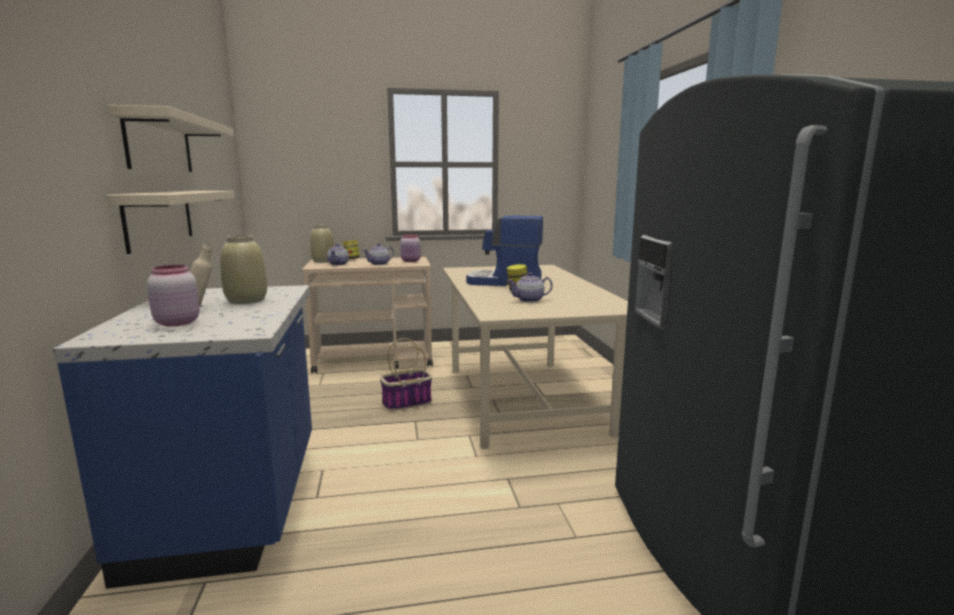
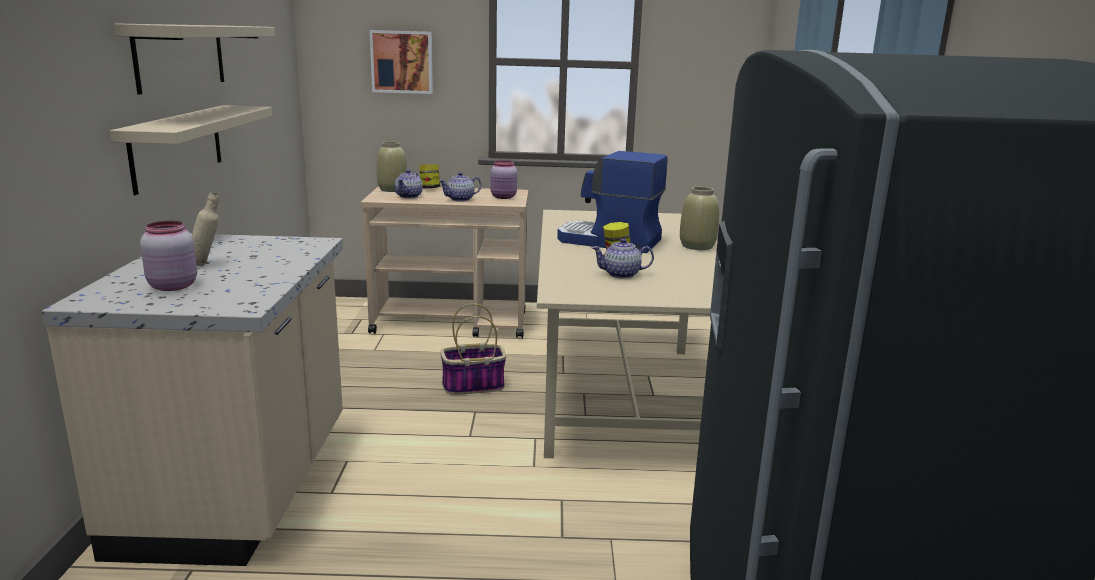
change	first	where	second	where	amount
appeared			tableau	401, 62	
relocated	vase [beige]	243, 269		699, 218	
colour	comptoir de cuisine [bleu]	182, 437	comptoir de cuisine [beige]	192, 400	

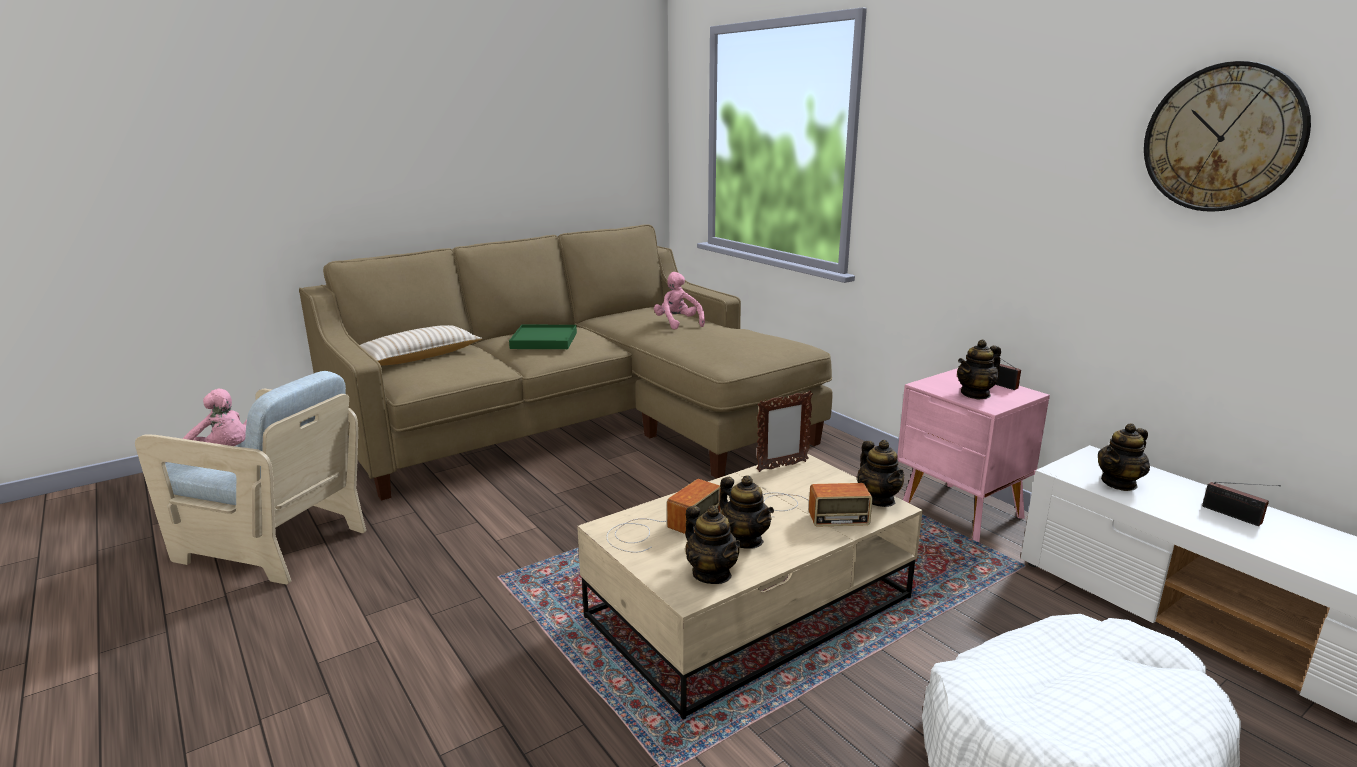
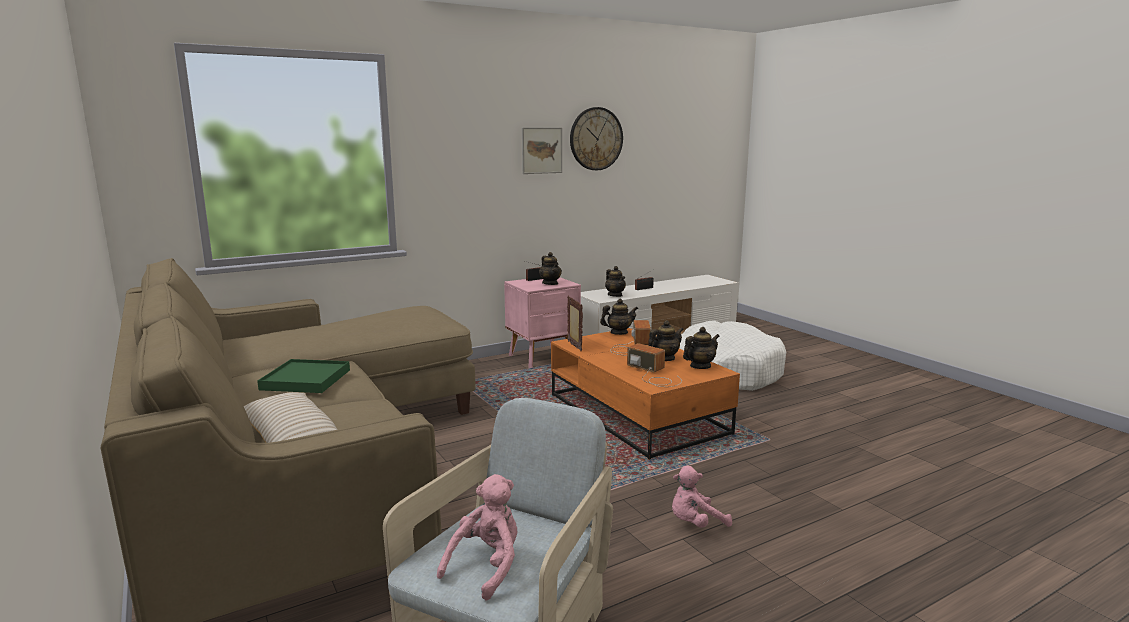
change	first	where	second	where	amount
appeared			tableau	542, 151	
relocated	peluche [rose]	679, 301		702, 497	
colour	table basse [beige]	750, 587	table basse [orange]	645, 394	

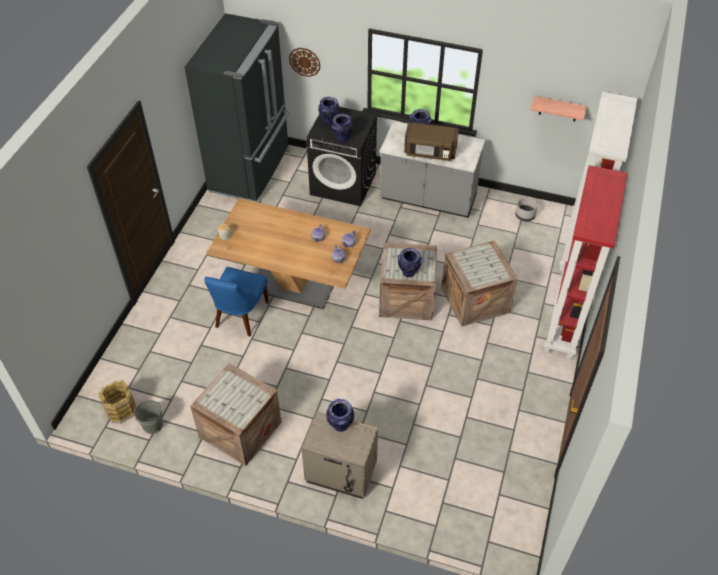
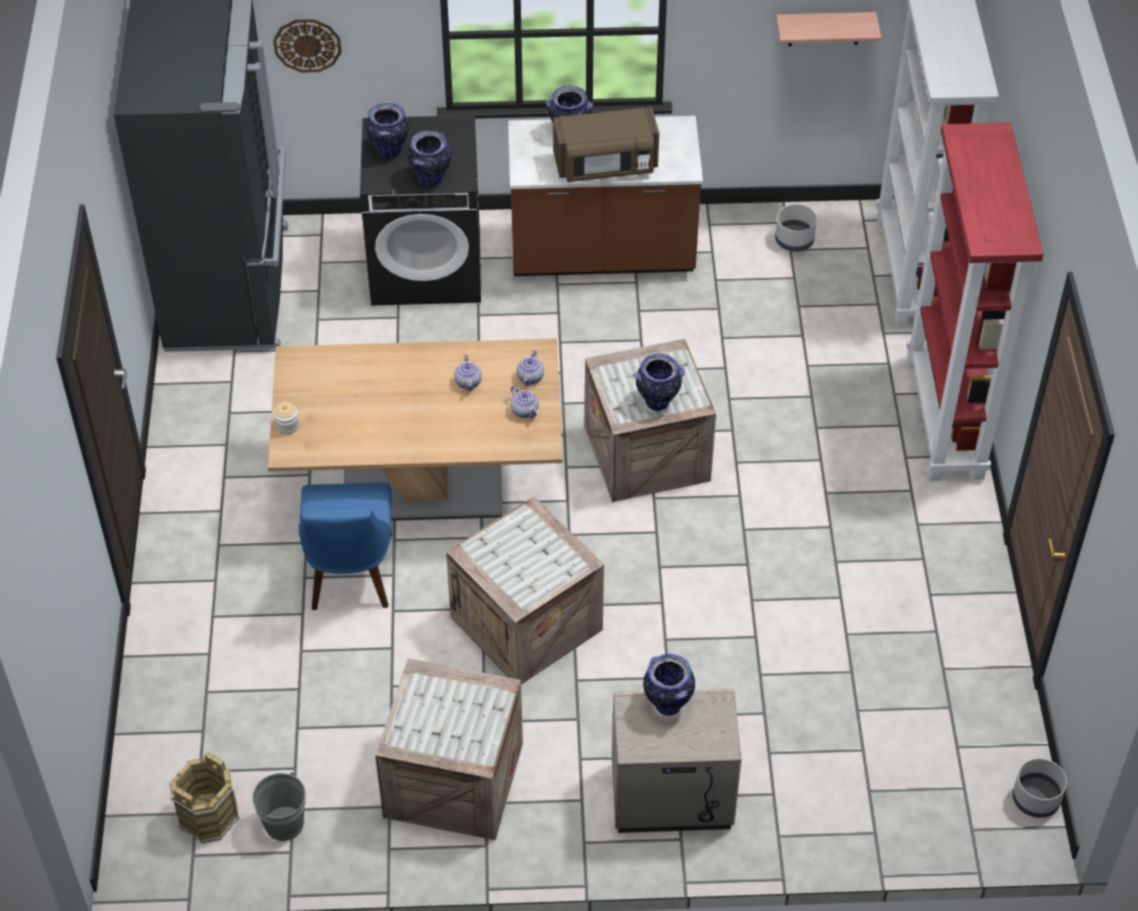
change	first	where	second	where	amount
appeared			cache-pot [gris]	1040, 788	
relocated	caisse	479, 283		525, 591	
colour	comptoir de cuisine [gris]	432, 169	comptoir de cuisine [marron]	605, 196	

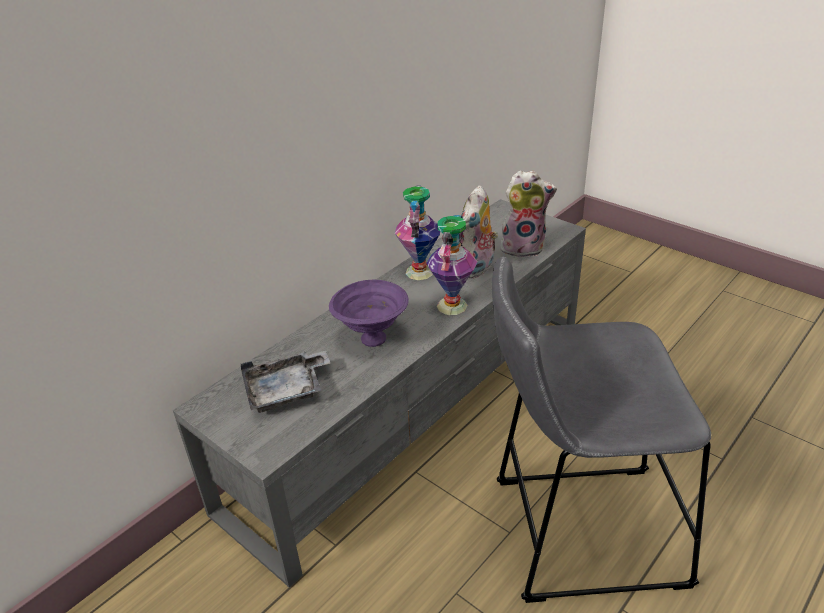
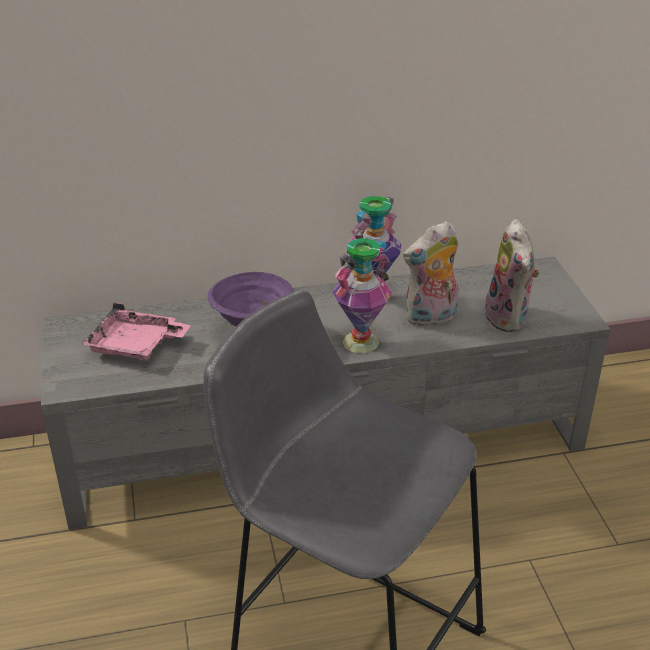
change	first	where	second	where	amount
colour	plateau [gris]	285, 382	plateau [rose]	136, 331	
spun	peluche	529, 214		512, 275	45 degrees clockwise

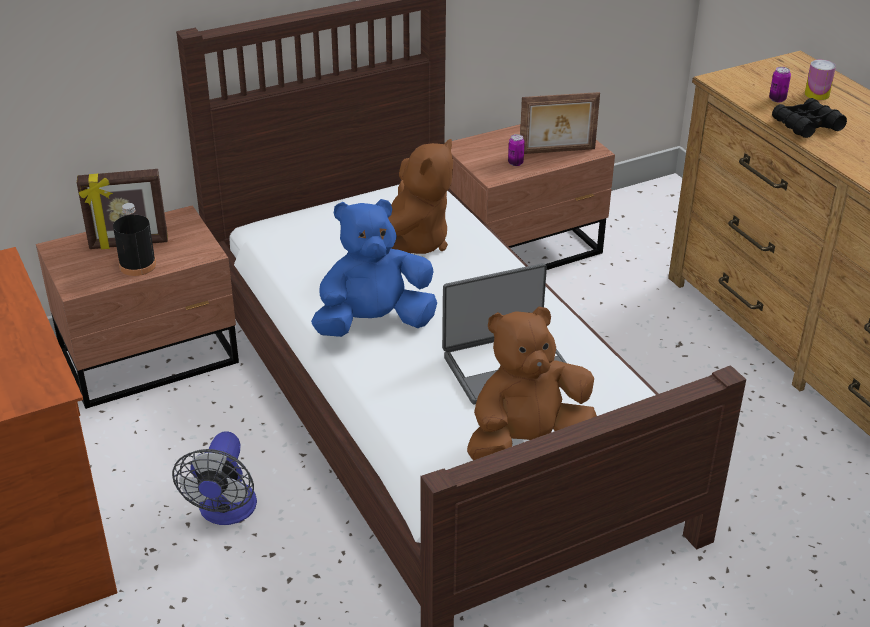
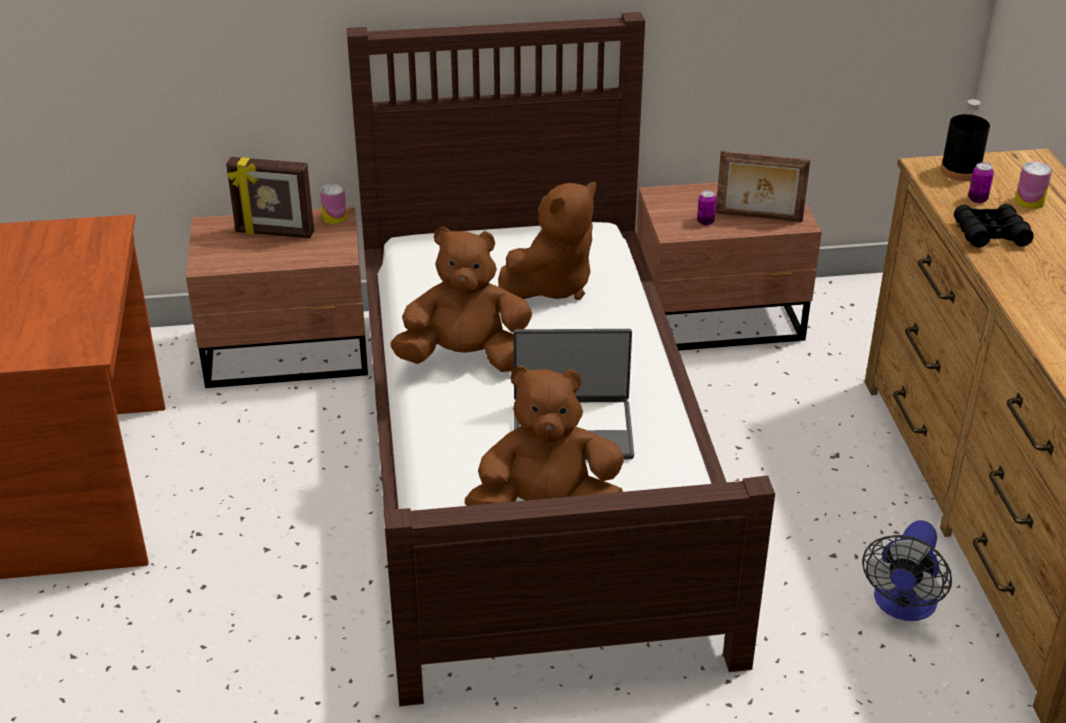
change	first	where	second	where	amount
appeared			boîte métallique	333, 203	
relocated	bouteille [noir]	134, 239		965, 140	
relocated	ventilateur	214, 478		907, 570	
colour	peluche [bleu]	374, 268	peluche [marron]	461, 299	

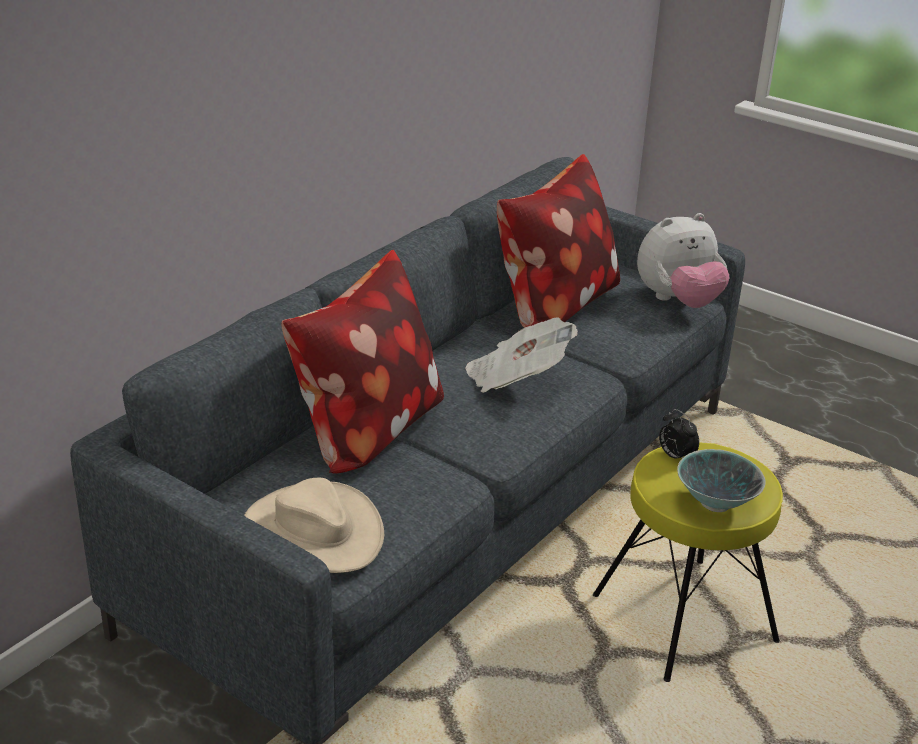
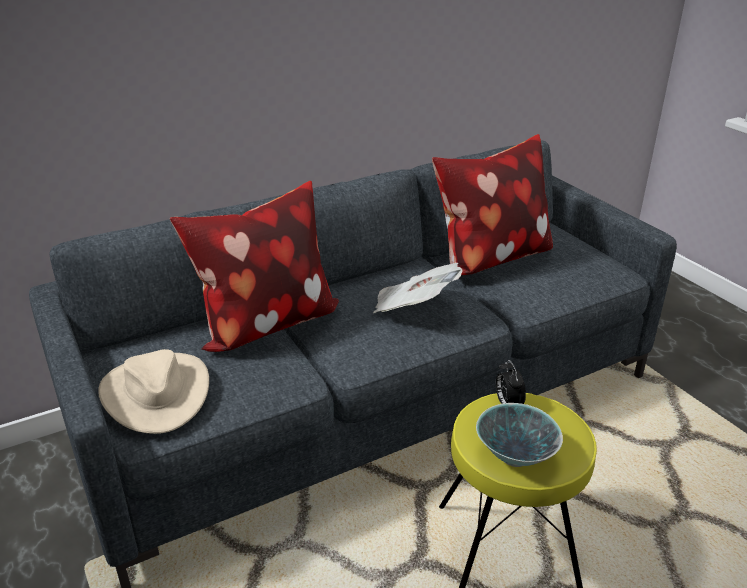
change	first	where	second	where	amount
missing	peluche	683, 260			

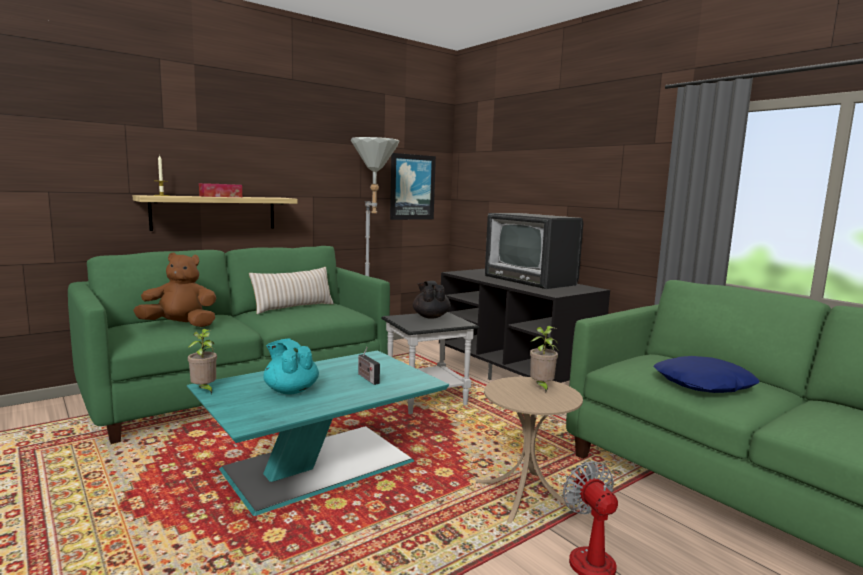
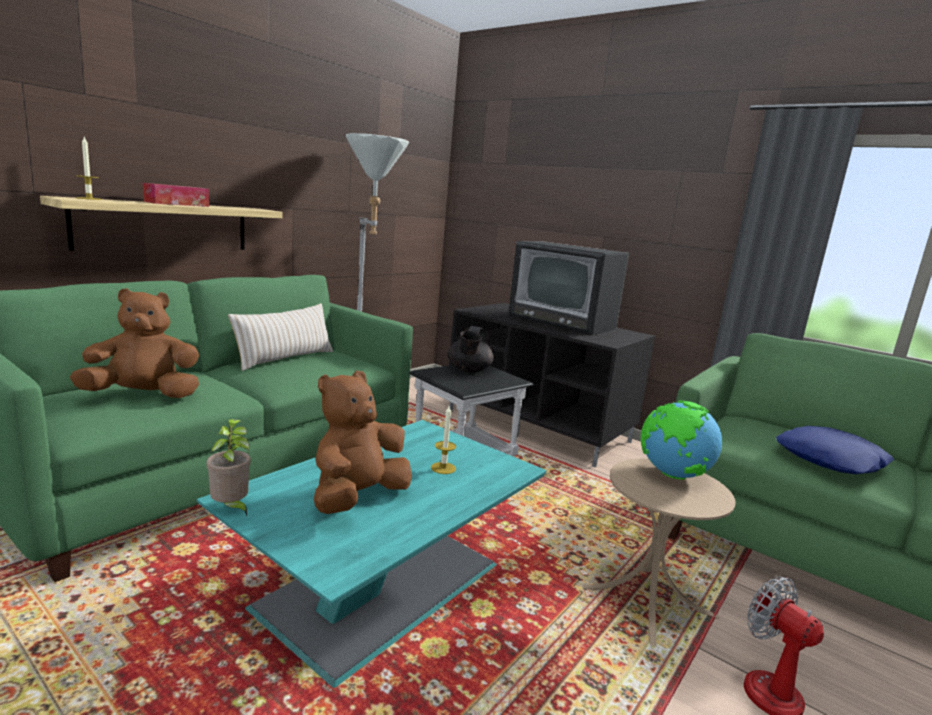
change	first	where	second	where	amount
missing	tableau	413, 186			
exchanged	théière [turquoise]	291, 367	peluche [marron]	363, 442	
exchanged	radio	369, 366	bougie	443, 440	
exchanged	plante en pot	544, 360	globe	681, 440	
spun	théière [noir]	432, 300		470, 349	135 degrees counterclockwise

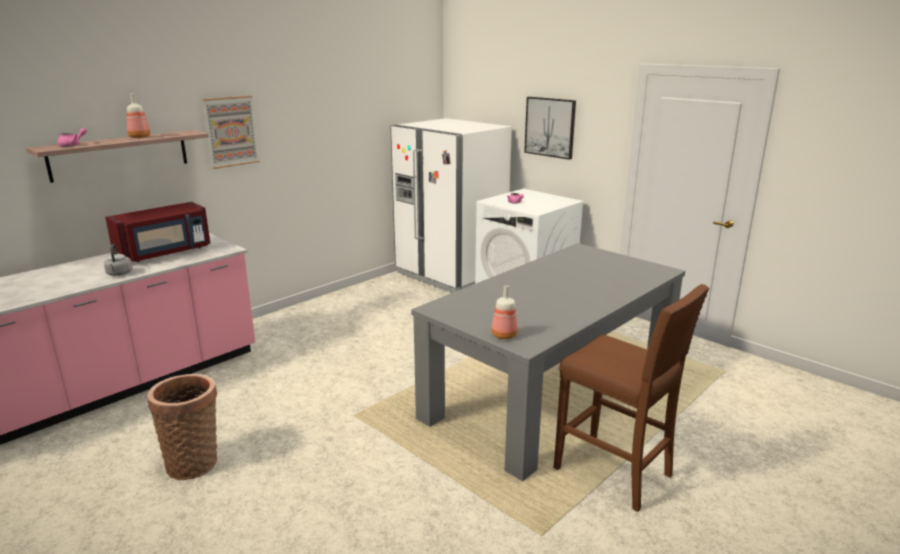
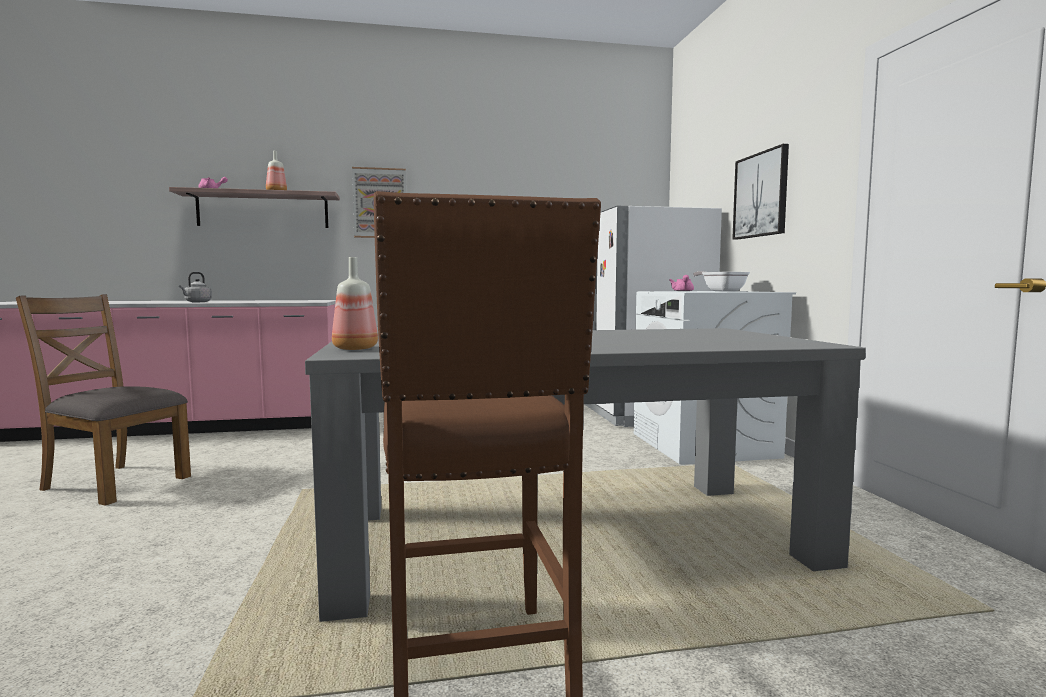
change	first	where	second	where	amount
missing	micro-ondes [rouge]	158, 232			
appeared			poêle	721, 281	
exchanged	panier	182, 427	chaise [marron]	103, 400	

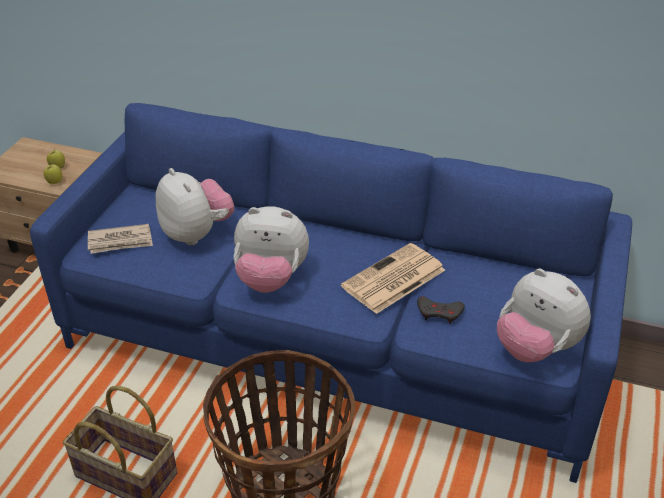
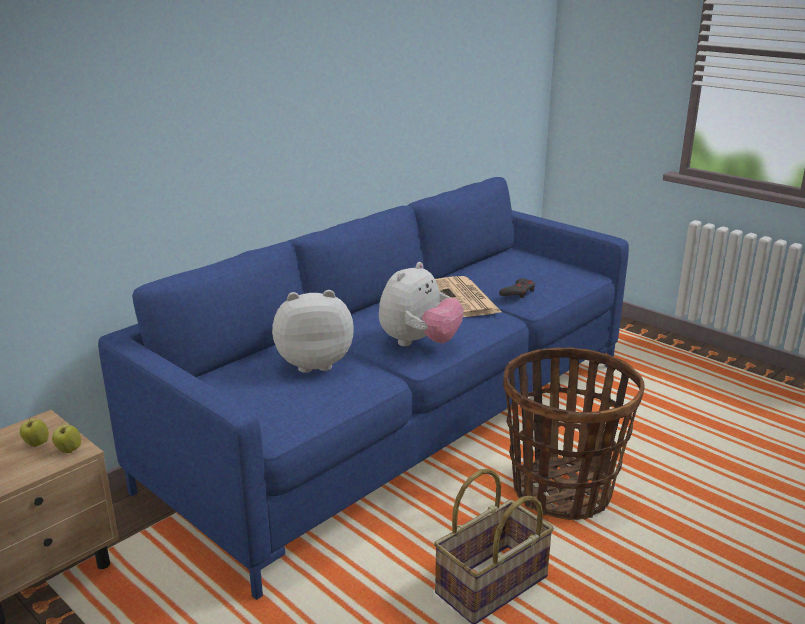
change	first	where	second	where	amount
missing	journal	120, 239			
missing	peluche	544, 315			

